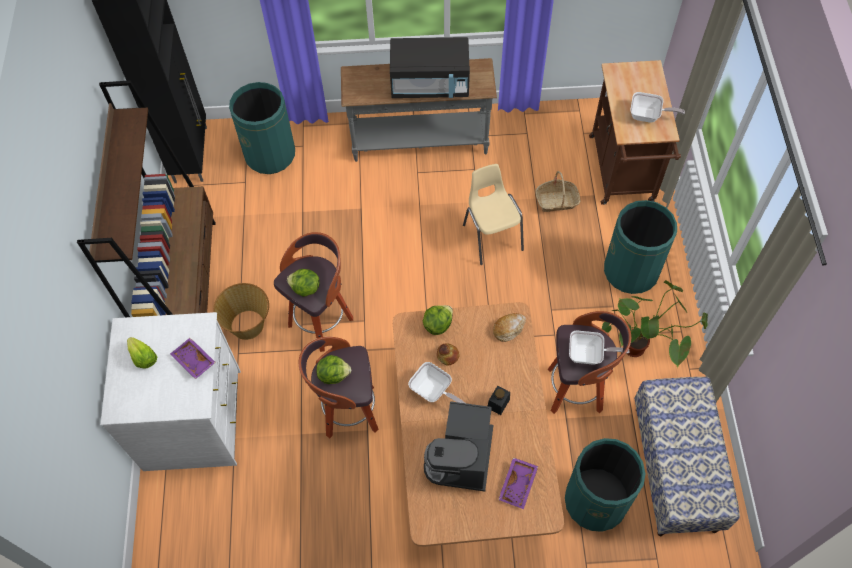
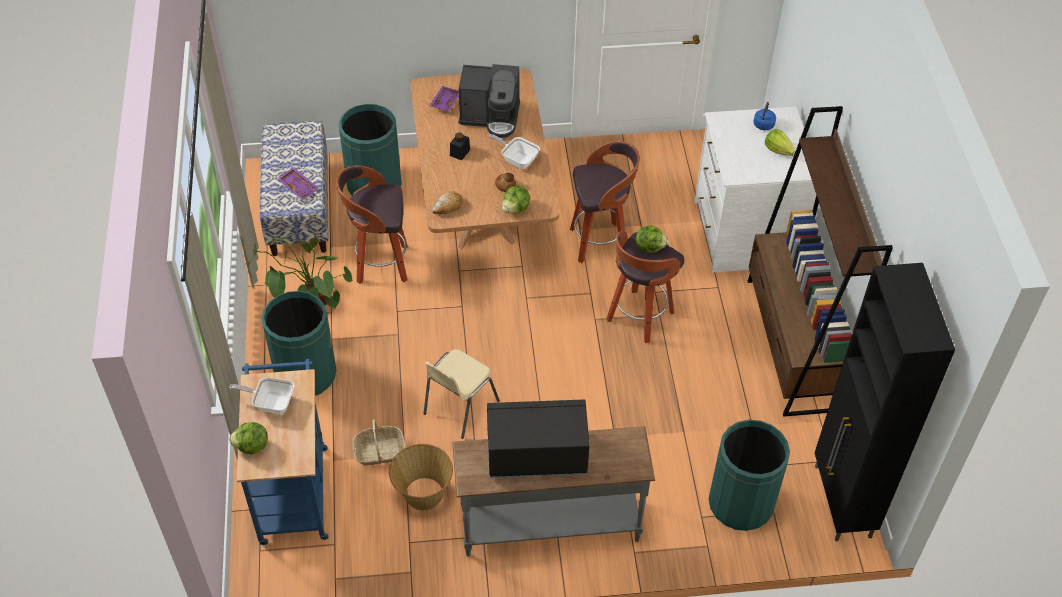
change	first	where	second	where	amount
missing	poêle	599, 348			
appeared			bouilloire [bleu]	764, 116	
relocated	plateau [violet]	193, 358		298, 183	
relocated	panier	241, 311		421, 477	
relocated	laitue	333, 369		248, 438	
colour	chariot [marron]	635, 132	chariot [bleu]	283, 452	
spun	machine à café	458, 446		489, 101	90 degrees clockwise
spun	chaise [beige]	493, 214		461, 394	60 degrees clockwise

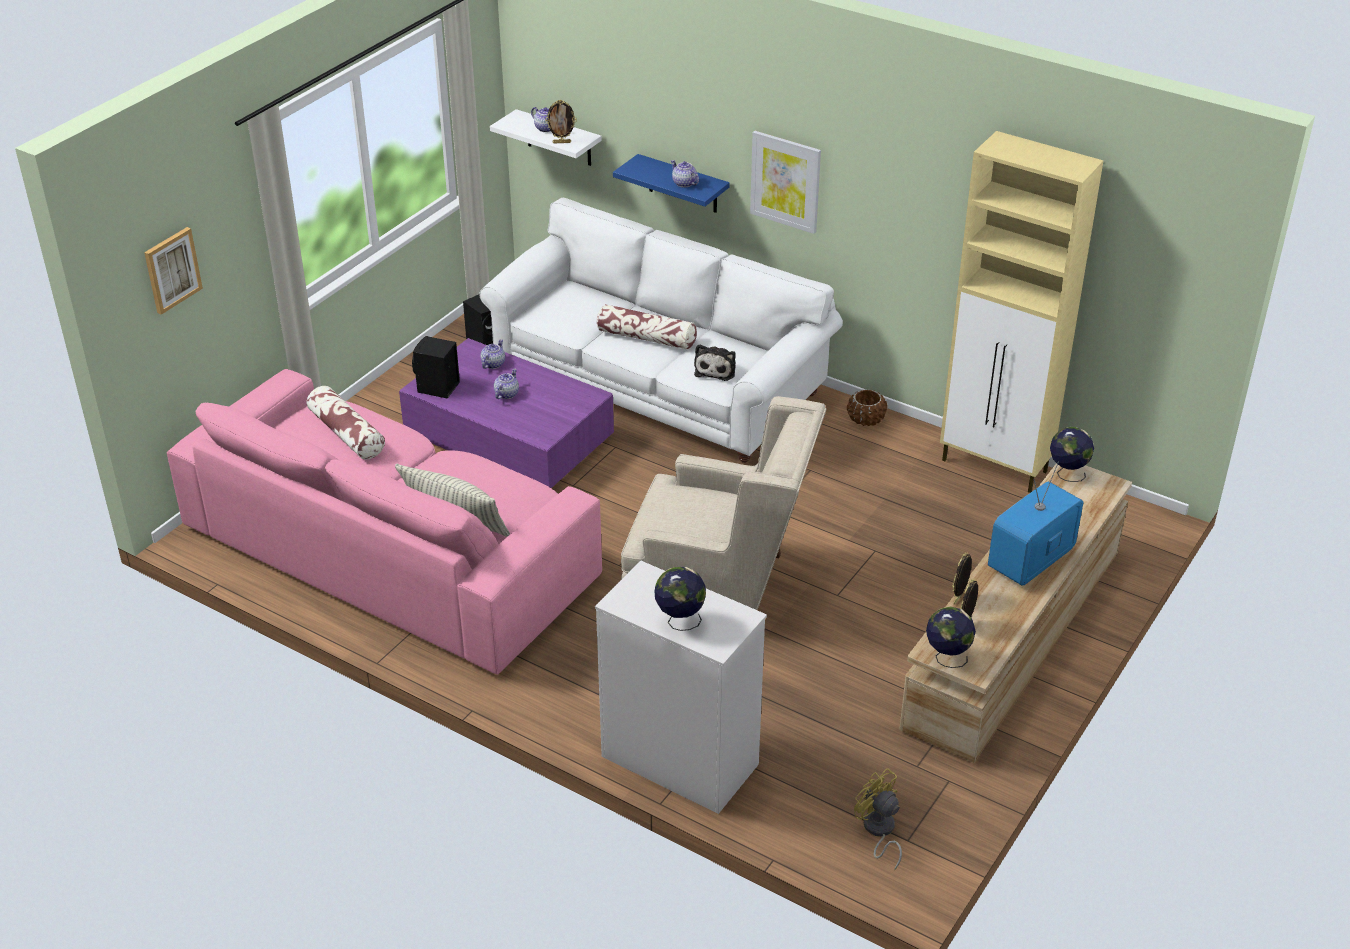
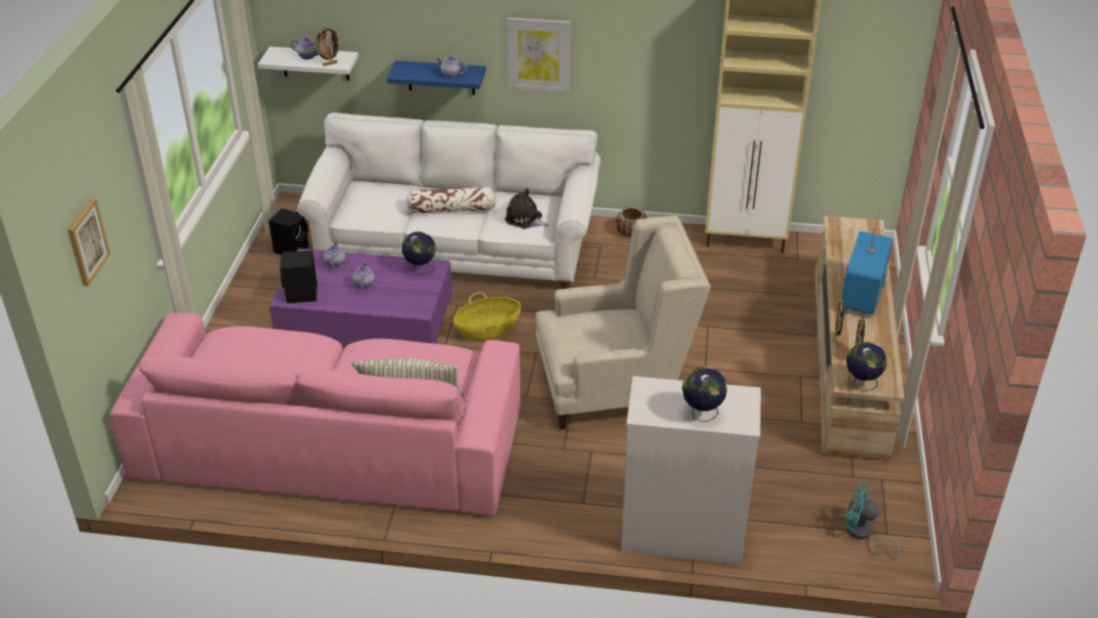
change	first	where	second	where	amount
missing	coussin	346, 423			
appeared			panier	487, 316	
relocated	globe	1072, 454		419, 253	
colour	ventilateur [jaune]	878, 819	ventilateur [turquoise]	872, 521	
spun	peluche	715, 362		526, 208	135 degrees clockwise

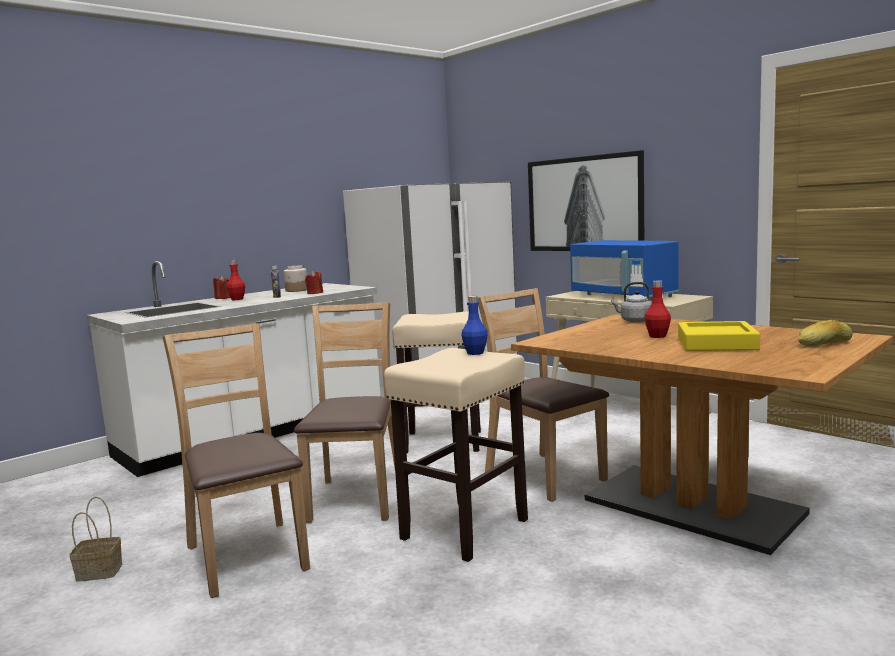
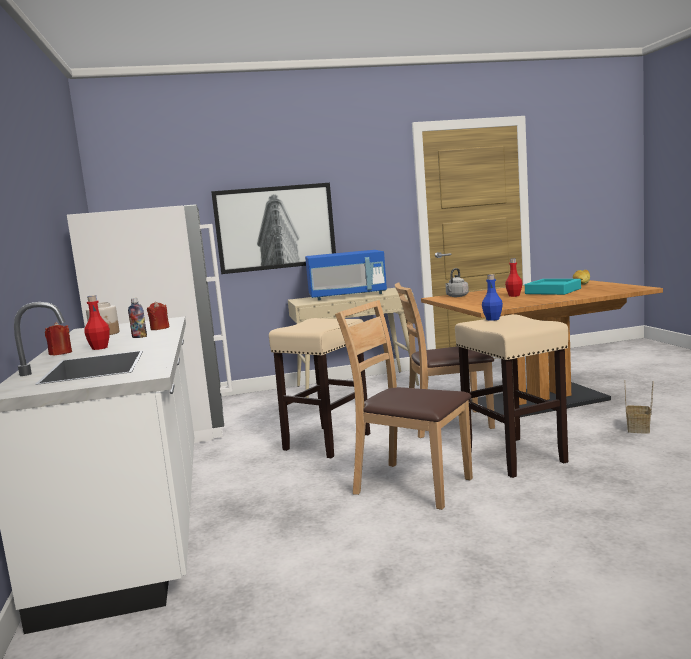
change	first	where	second	where	amount
missing	chaise [marron]	236, 460			
relocated	panier	96, 539		639, 408	
colour	plateau [jaune]	719, 336	plateau [turquoise]	553, 287	

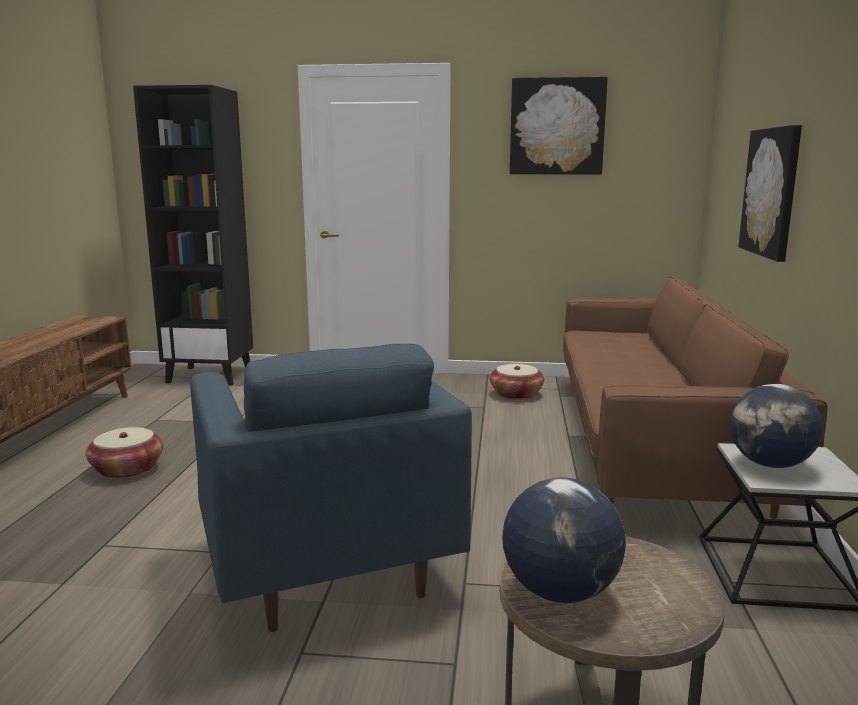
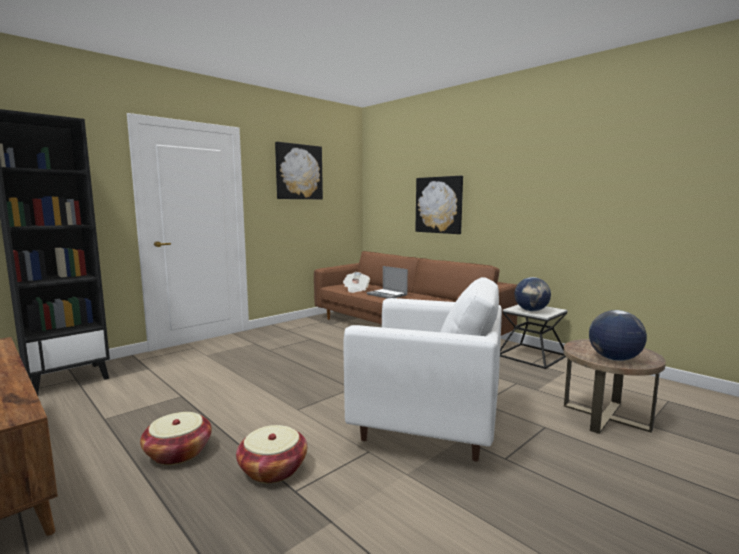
change	first	where	second	where	amount
appeared			journal	356, 282	
appeared			ordinateur portable	387, 282	
relocated	panier	517, 382		271, 454	
colour	fauteuil [bleu]	331, 488	fauteuil [blanc]	422, 369	

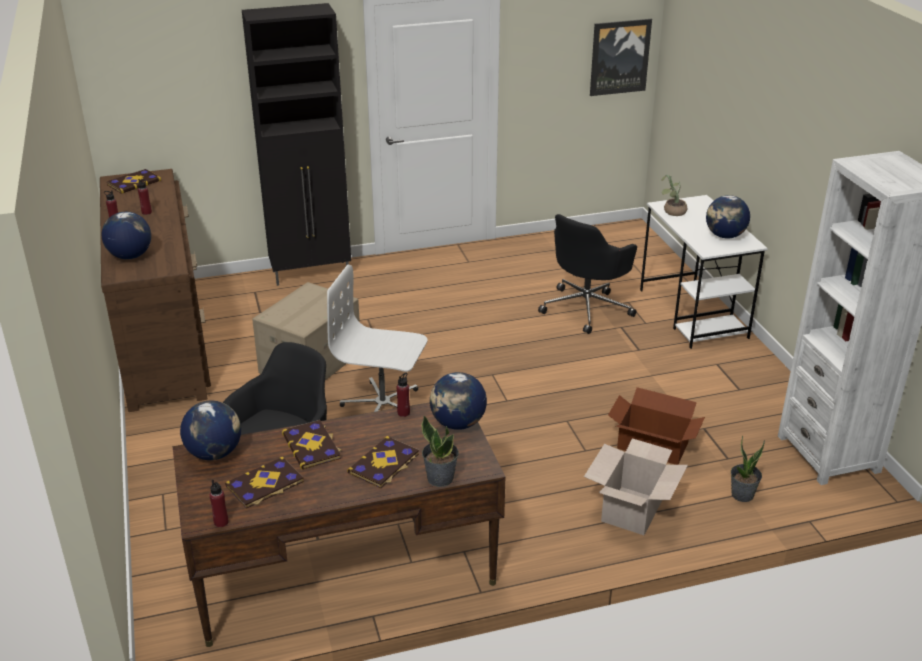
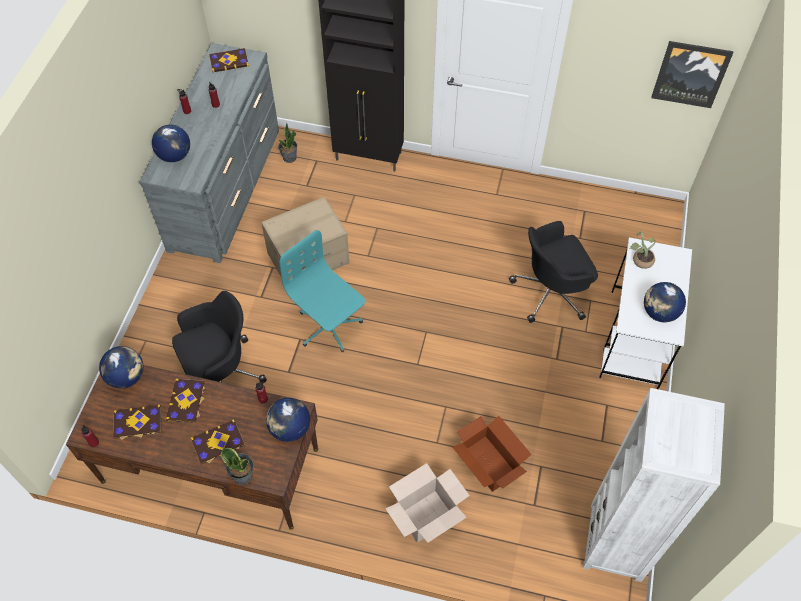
change	first	where	second	where	amount
relocated	plante en pot	748, 469		287, 143	
colour	commode [marron]	155, 290	commode [gris]	209, 153	
colour	chaise de bureau [blanc]	377, 338	chaise de bureau [turquoise]	322, 291	

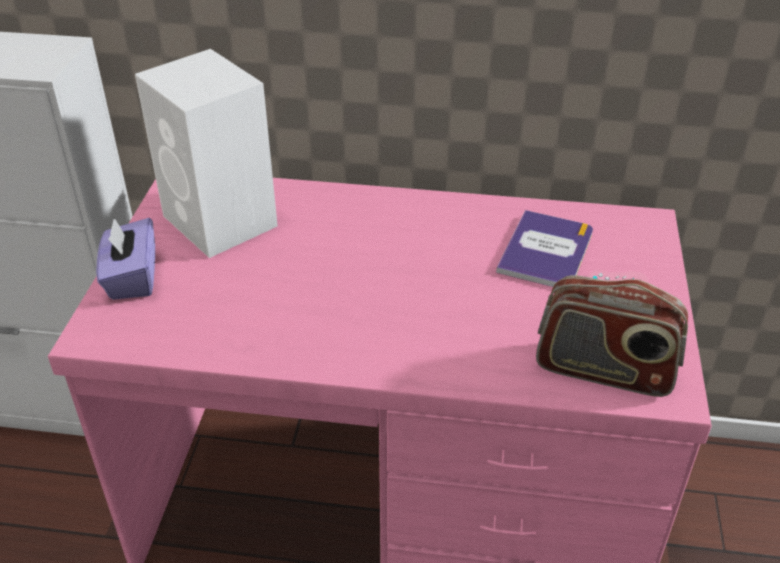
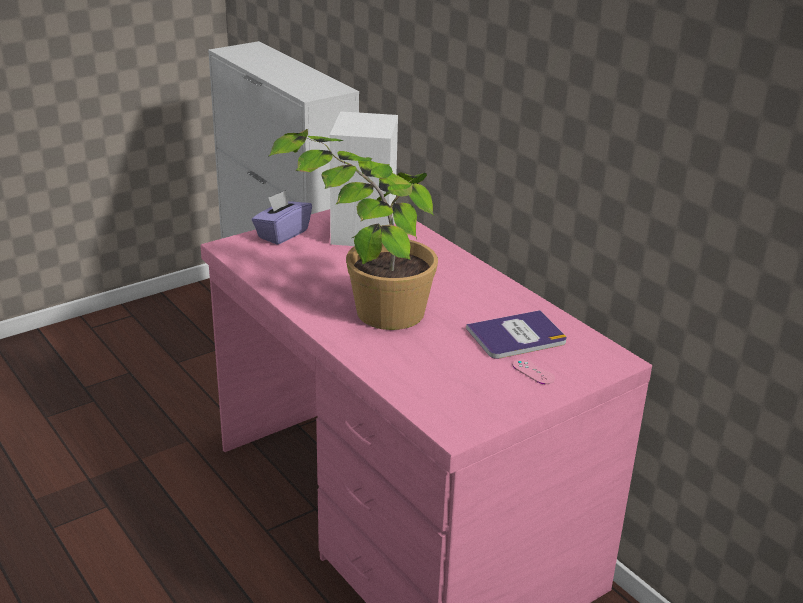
change	first	where	second	where	amount
missing	radio	612, 336			
appeared			plante en pot	353, 229	

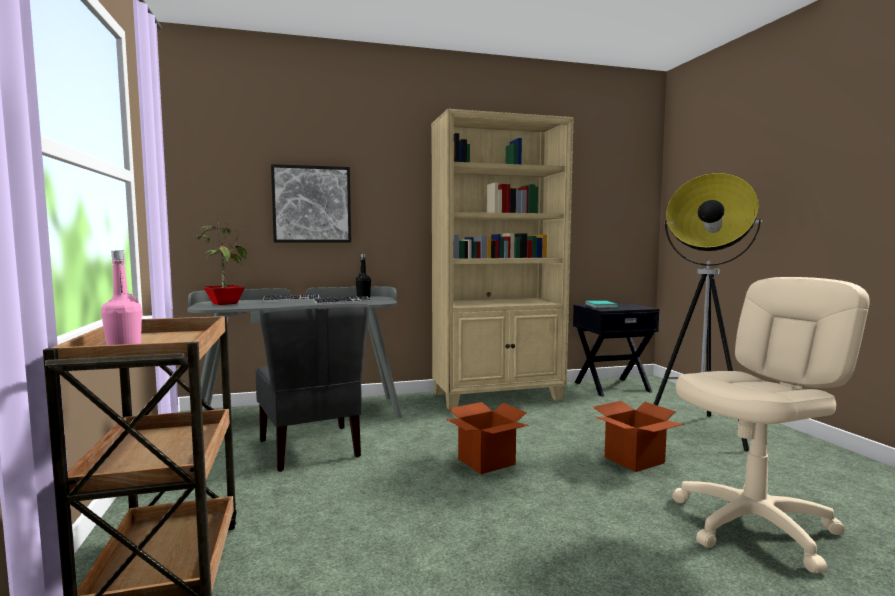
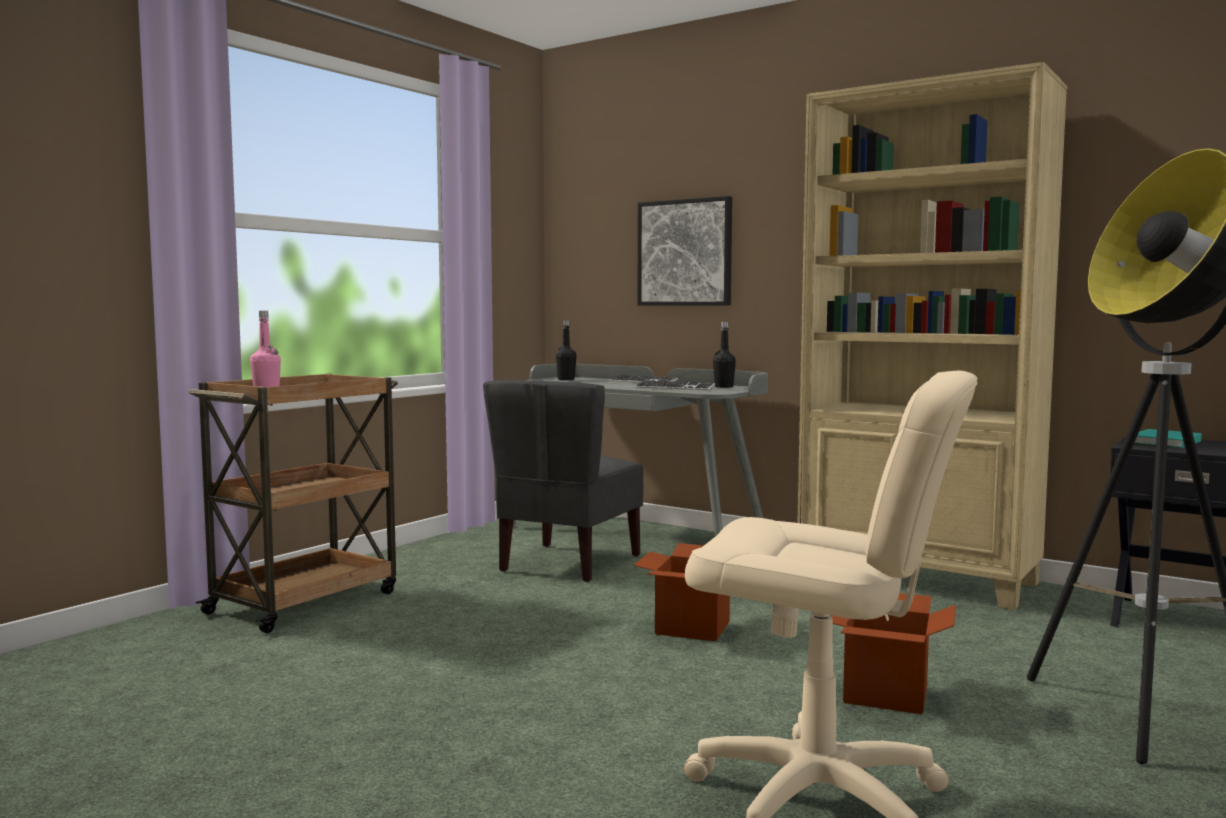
change	first	where	second	where	amount
exchanged	plante en pot	220, 263	bouteille [noir]	566, 350	

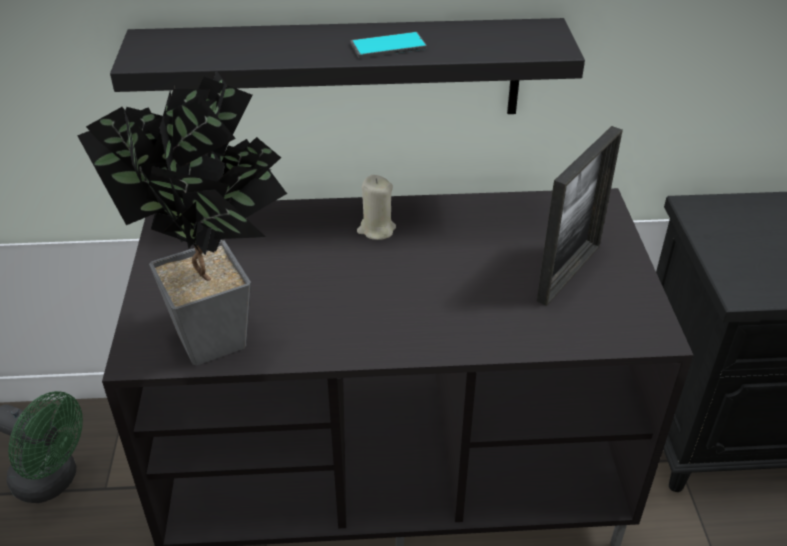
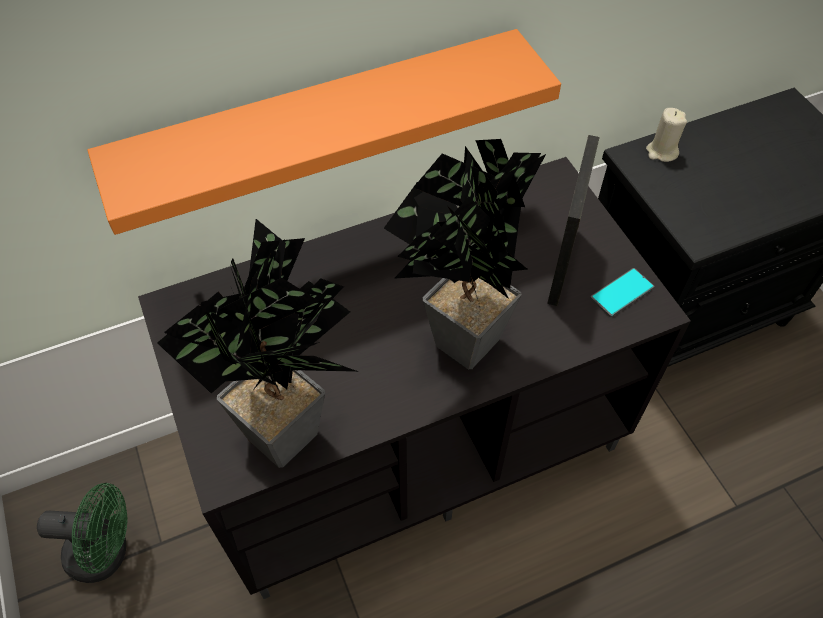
change	first	where	second	where	amount
appeared			plante en pot	465, 254	
relocated	téléphone	388, 45		622, 293	
relocated	bougie [beige]	376, 207		666, 135	
colour	étagère [noir]	347, 66	étagère [orange]	324, 132	

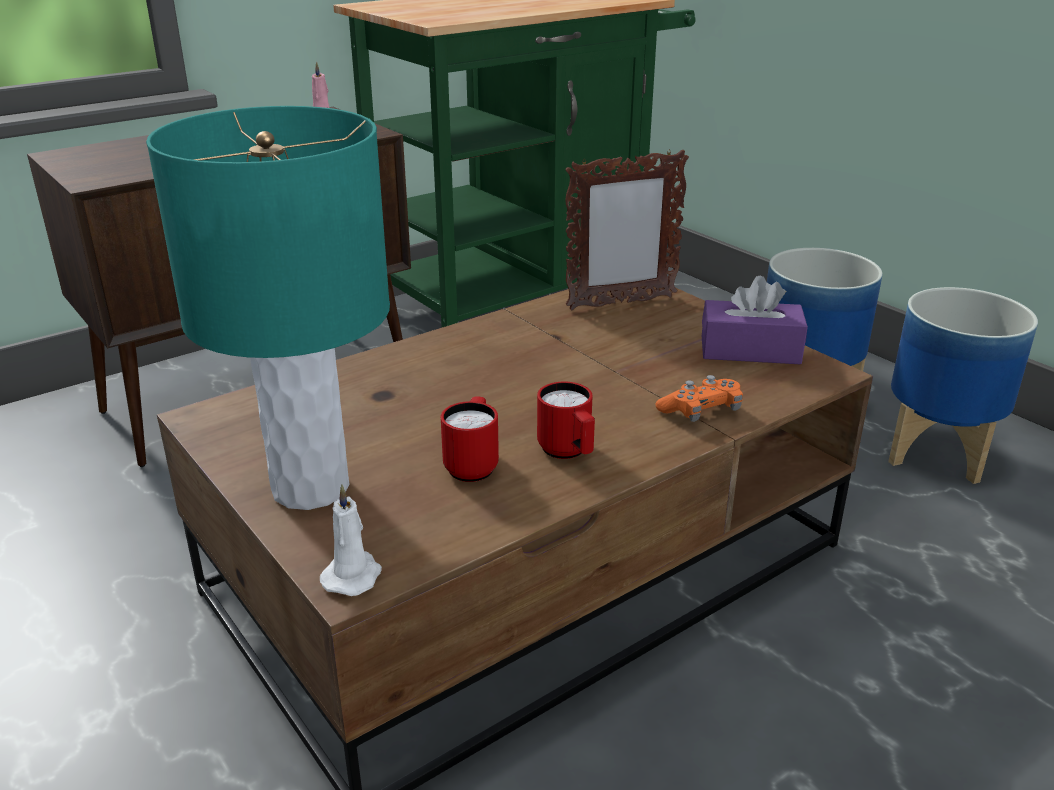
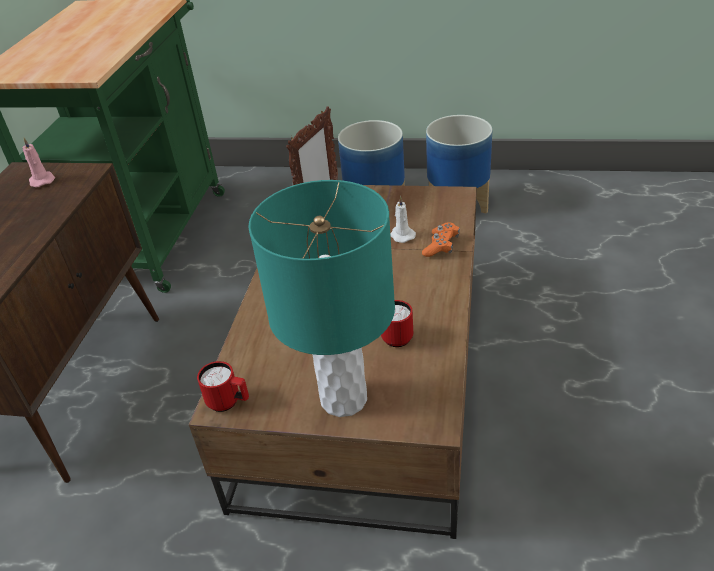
change	first	where	second	where	amount
missing	boîte à mouchoirs [violet]	755, 319			
relocated	bougie [blanc]	351, 540		403, 219	
relocated	mug [rouge]	566, 420		223, 386	

